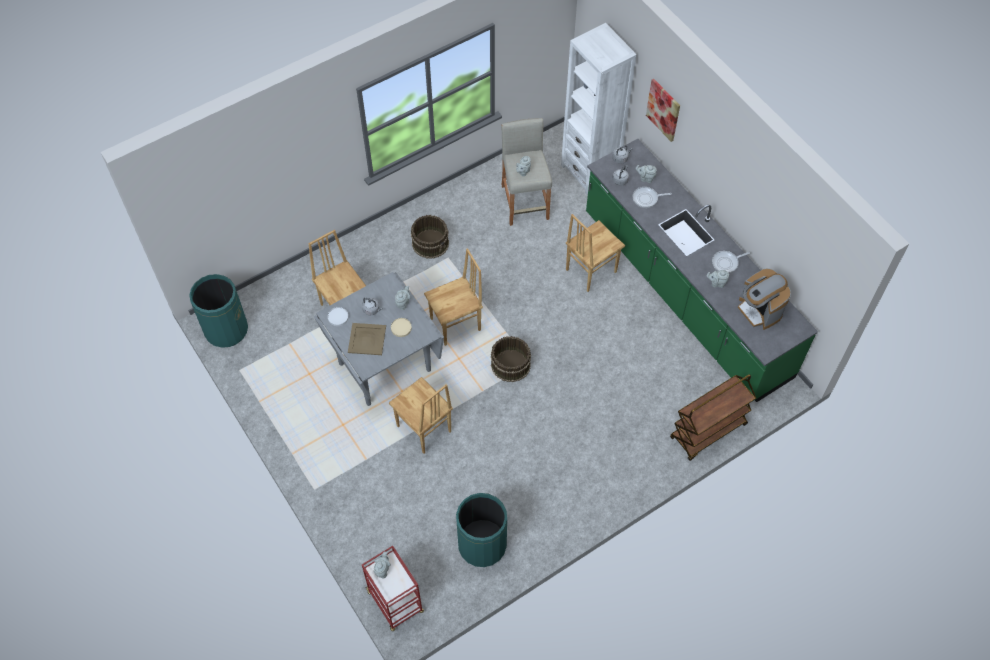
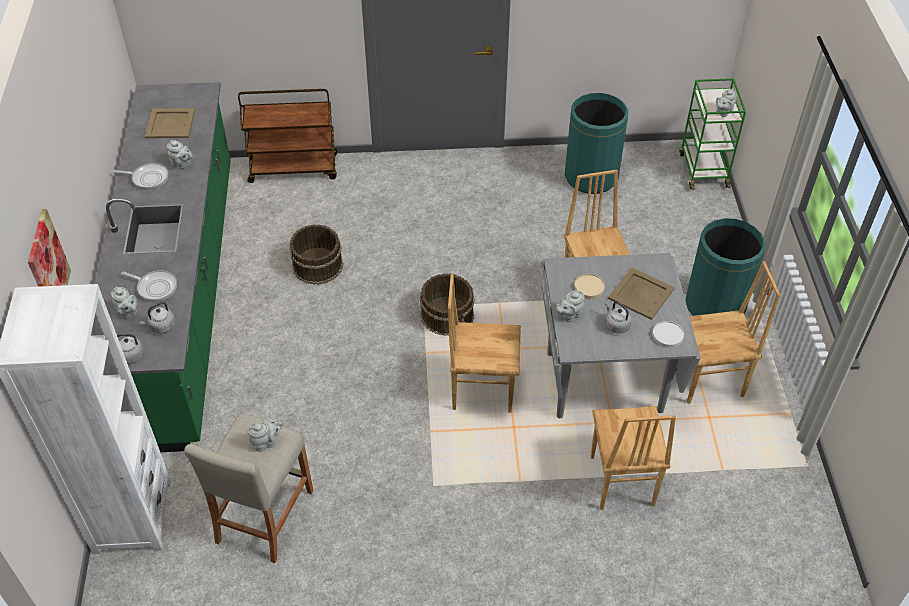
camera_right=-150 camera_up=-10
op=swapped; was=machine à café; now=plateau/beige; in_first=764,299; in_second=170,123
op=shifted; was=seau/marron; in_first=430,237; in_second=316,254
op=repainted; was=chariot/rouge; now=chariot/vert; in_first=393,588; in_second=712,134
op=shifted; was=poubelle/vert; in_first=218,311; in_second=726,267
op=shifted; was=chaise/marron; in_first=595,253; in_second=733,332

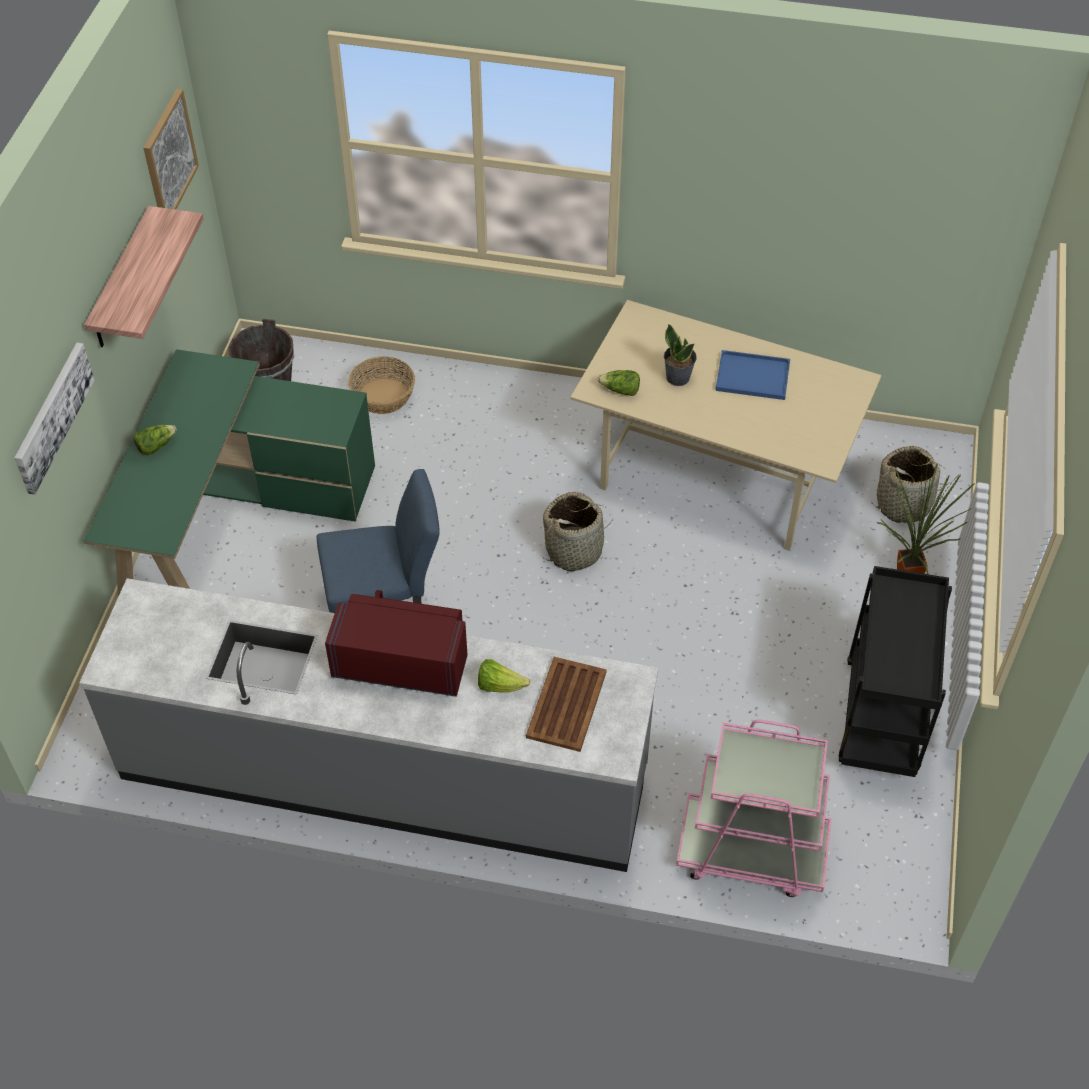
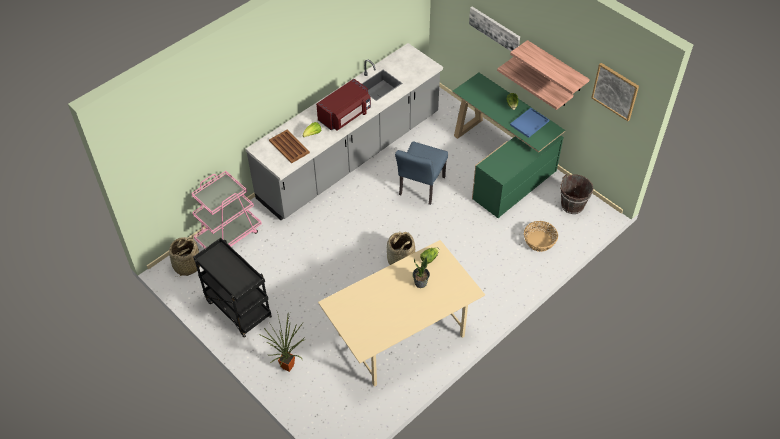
camera_right=125 camera_up=0
op=shifted; was=panier; in_first=910,484; in_second=184,257
op=new; now=étagère; in_second=535,83
op=shifted; was=plateau/bleu; in_first=752,375; in_second=529,123

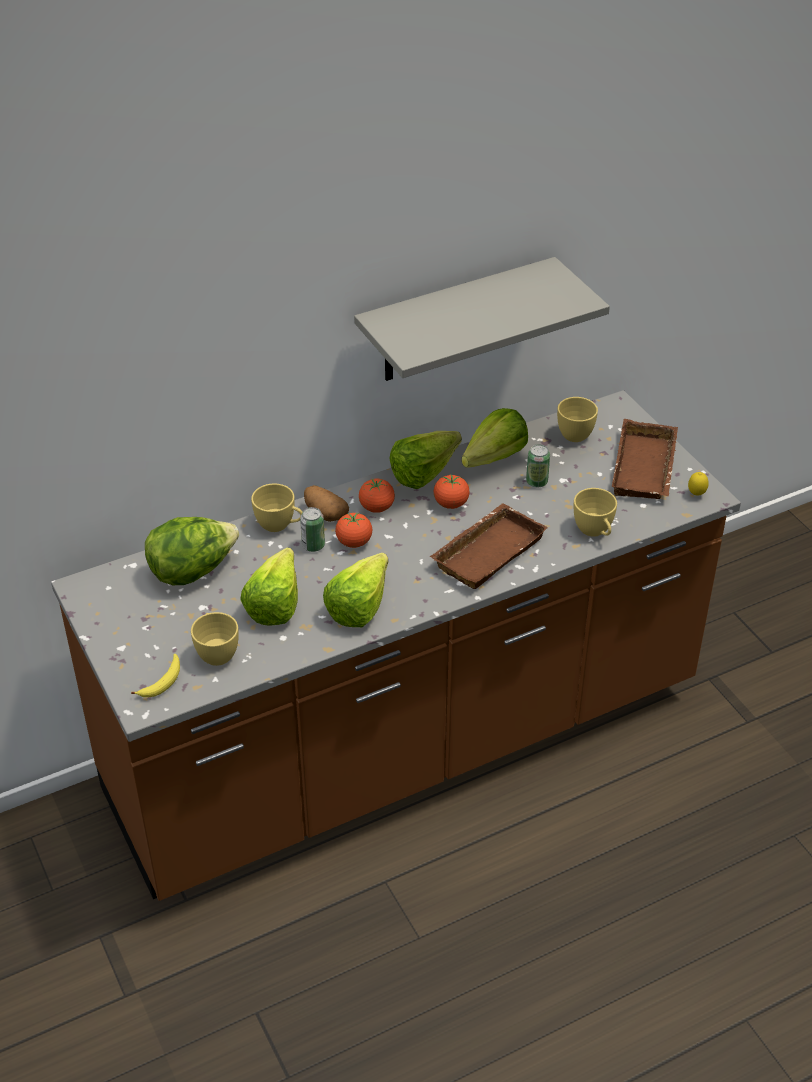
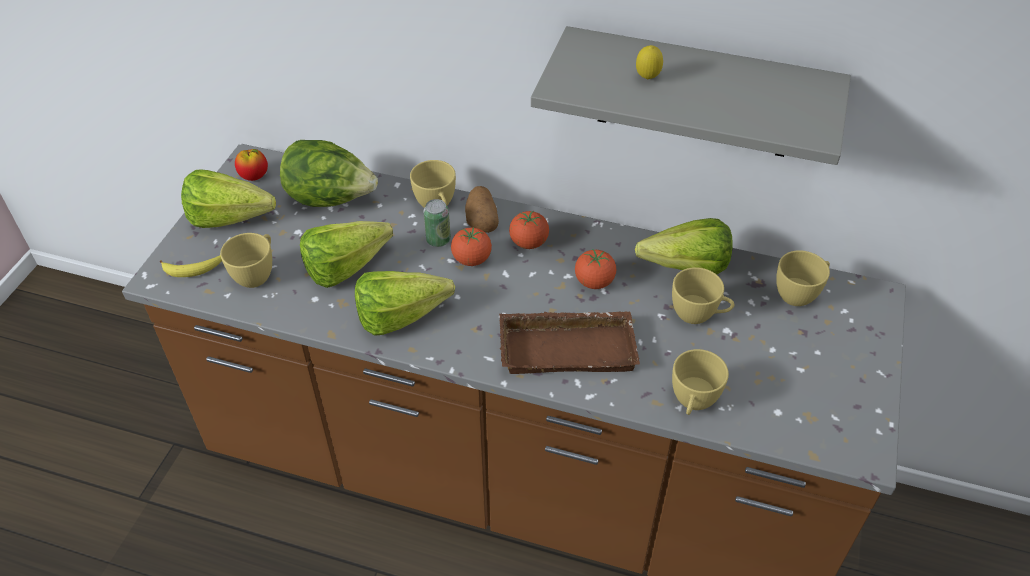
camera_right=45 camera_up=5
op=shifted; was=laitue; in_first=426,460; in_second=228,198
op=new; now=pomme; in_second=251,165
op=shifted; was=citron; in_first=698,484; in_second=649,62
op=swapped; was=boîte métallique; now=tasse/jaune; in_first=538,465; in_second=703,295
op=gone; was=plateau/marron; in_first=645,459

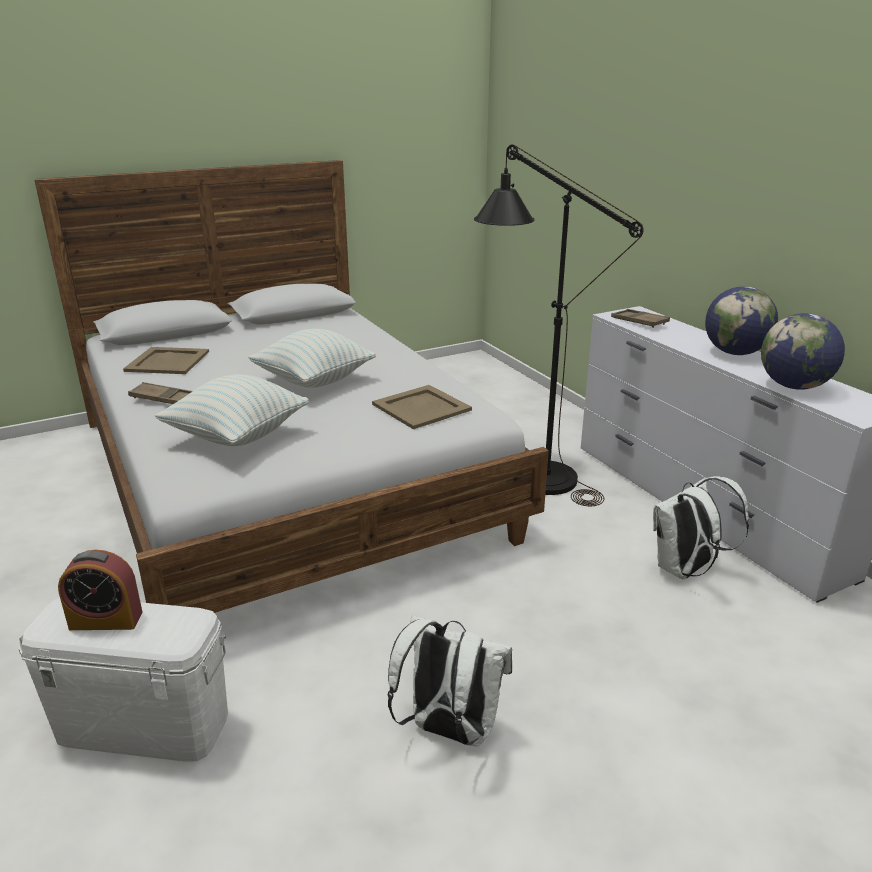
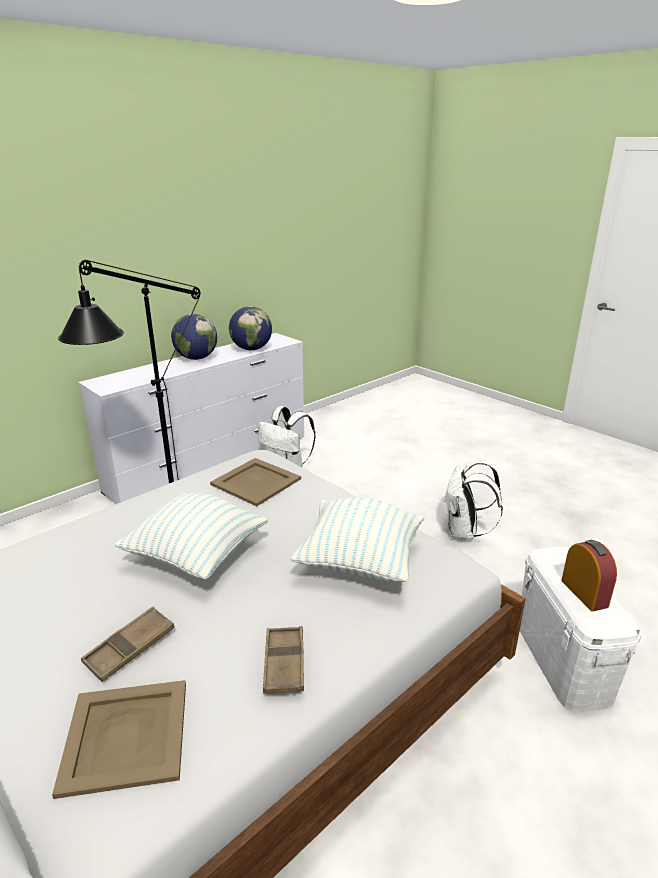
camera_right=-105 camera_up=0
op=shifted; was=plateau/marron; in_first=640,318; in_second=128,644

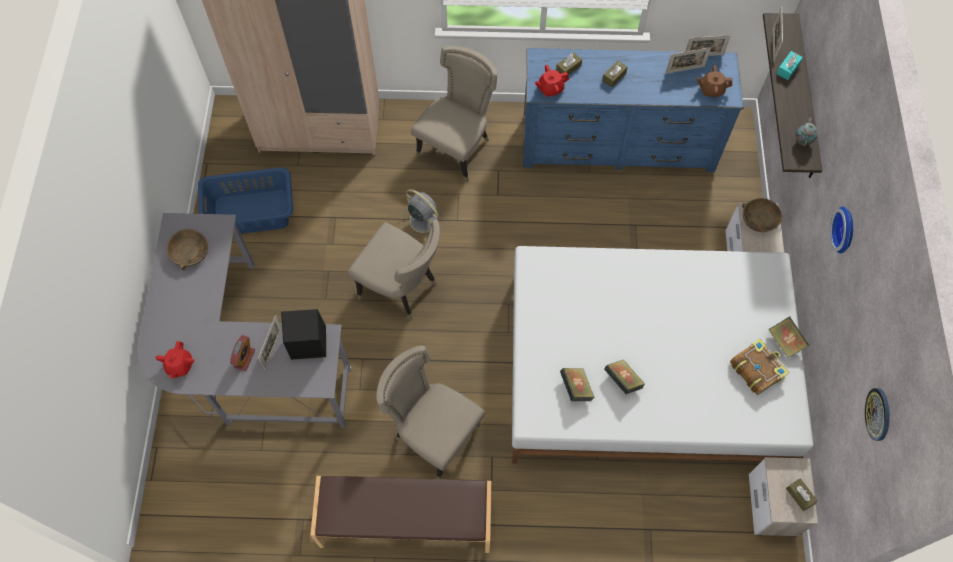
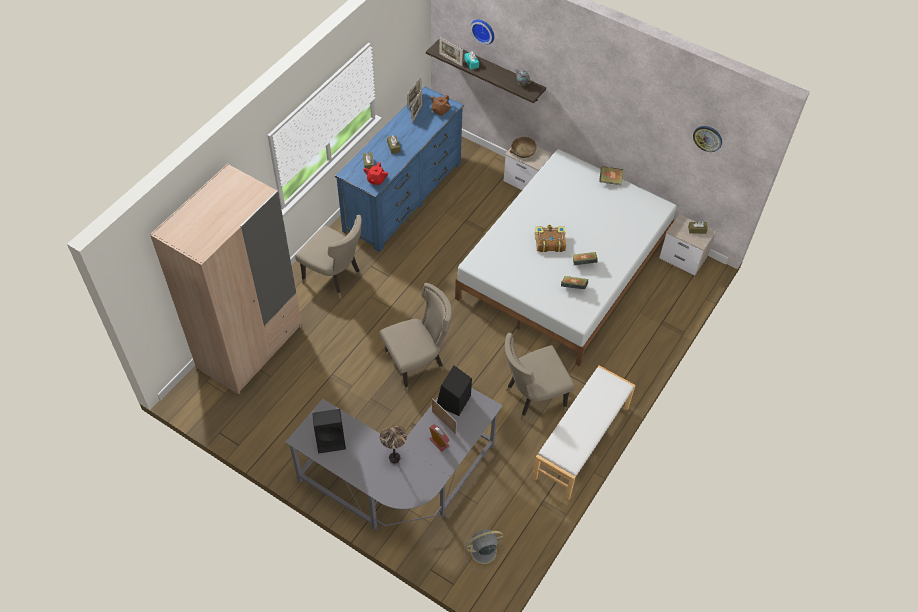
camera_right=-60 camera_up=-10
op=rotated; was=chaise/beige; in_first=454,114; in_second=328,257; clockwise=150
op=swapped; was=bol/marron; now=enceinte/noir; in_first=187,249; in_second=329,431
op=new; now=lampe de table; in_second=393,444
op=shifted; was=ventilateur/gris; in_first=423,212; in_second=484,550
op=shifted; was=horloge murale; in_first=841,230; in_second=482,32
op=repainted; was=banc/marron; now=banc/blanc; in_first=401,514; in_second=584,433
op=shifted; was=livre; in_first=759,366; in_second=550,238
op=gone; was=théière/rouge; in_first=174,359
op=gone; was=panier à linge/bleu; in_first=245,200

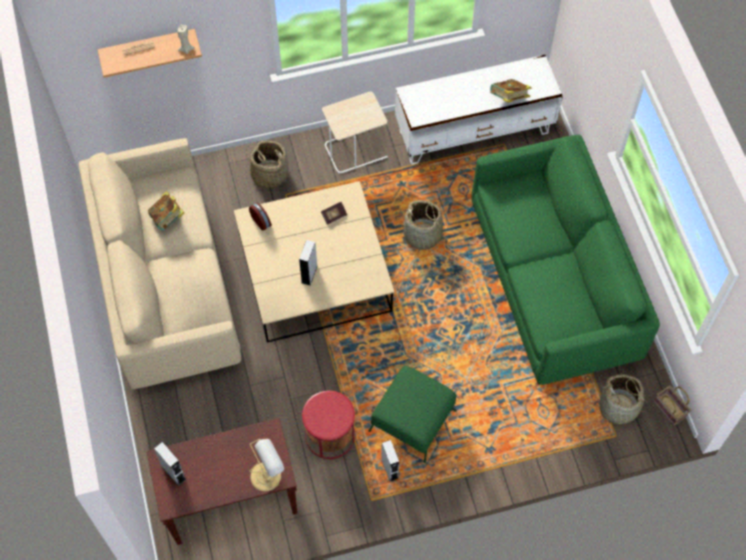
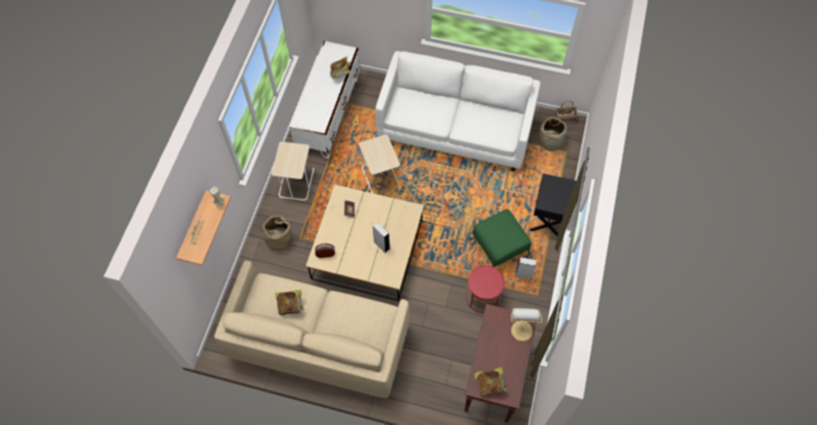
camera_right=-60 camera_up=0
op=swapped; was=panier; now=table d'appoint/beige; in_first=423,225; in_second=380,164
op=repainted; was=canapé/vert; now=canapé/blanc; in_first=565,260; in_second=458,111
op=swapped; was=enceinte/gris; now=livre; in_first=170,464; in_second=491,382
op=new; now=table de chevet/noir; in_second=552,205

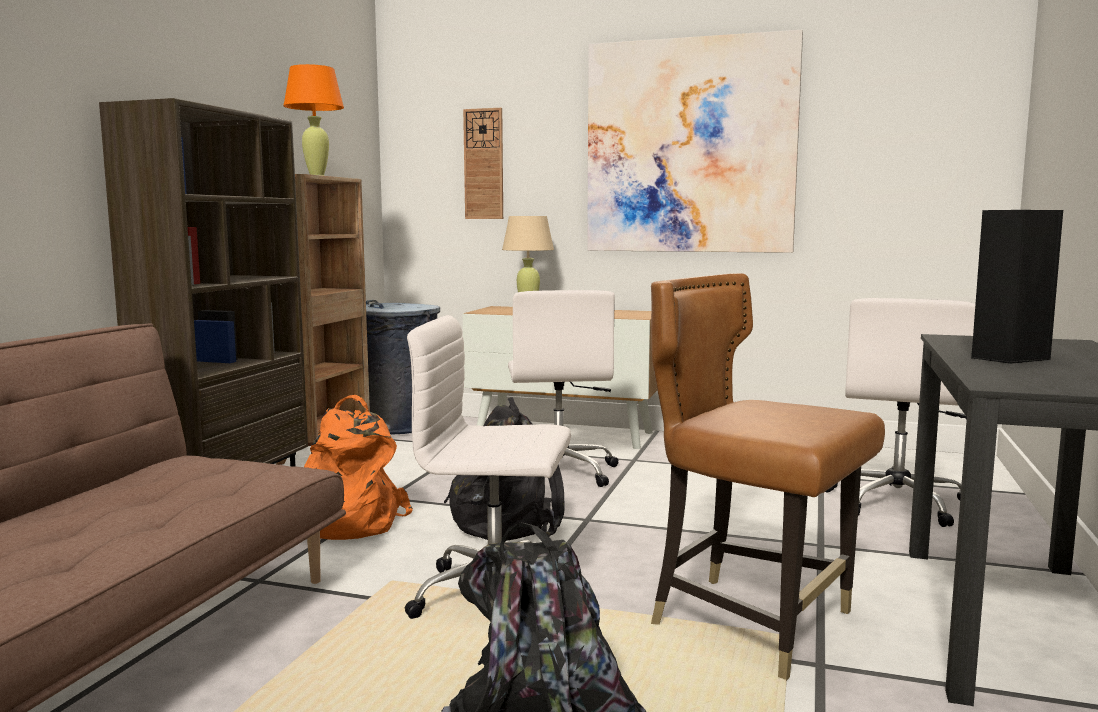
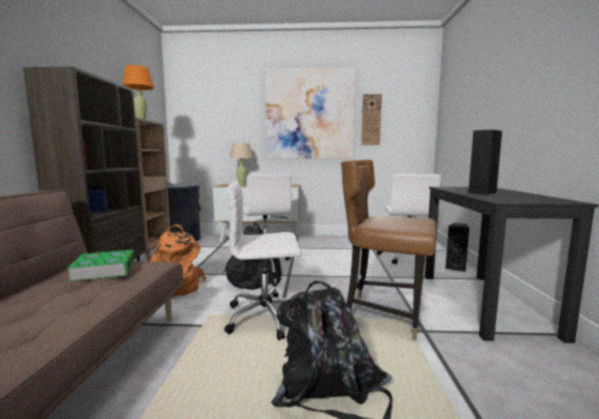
camera_right=-15 camera_up=0
op=new; now=livre; in_second=100,266
op=shifted; was=horloge murale; in_first=483,163; in_second=371,119
op=new; now=enceinte/noir; in_second=457,247

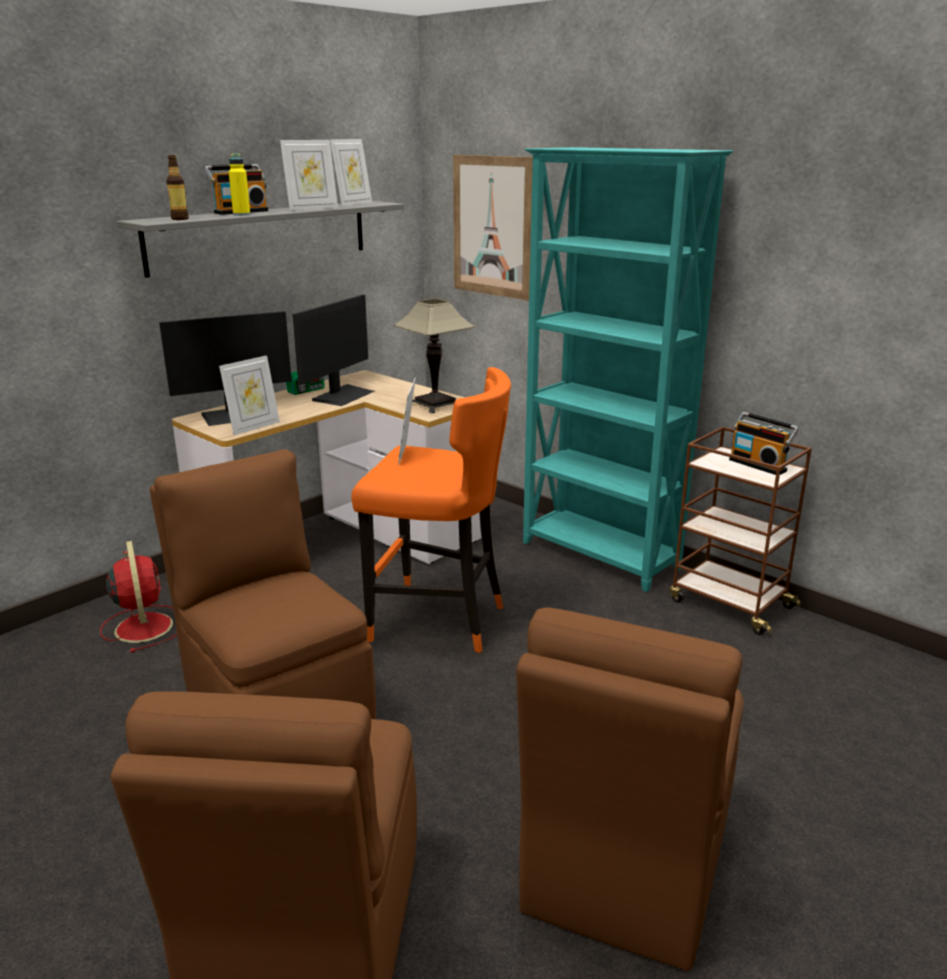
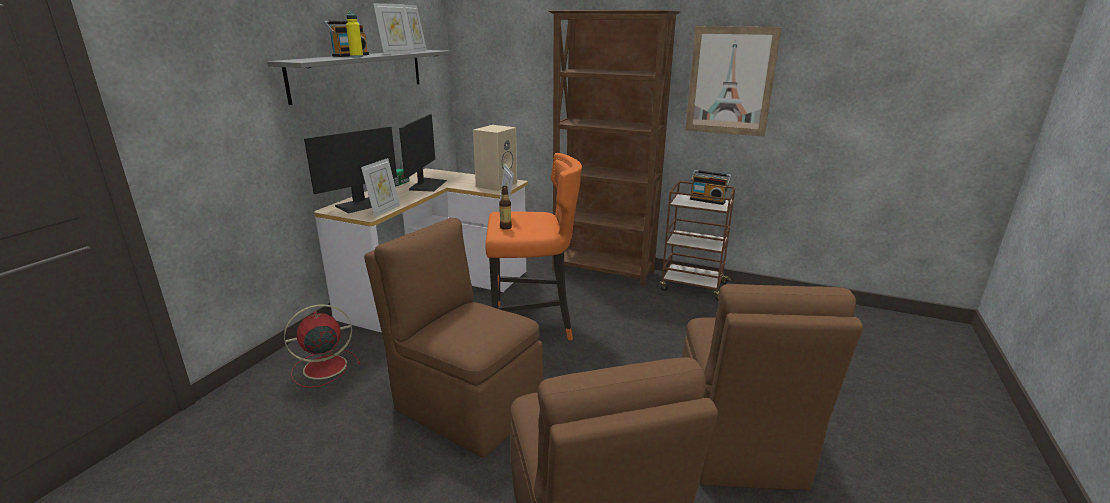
camera_right=-20 camera_up=0
op=rotated; was=ventilateur/rouge; in_first=138,597; in_second=322,346; clockwise=-75
op=swapped; was=lampe de table; now=enceinte/beige; in_first=434,356; in_second=495,158
op=shifted; was=bouteille; in_first=177,187; in_second=505,208
op=repainted; was=bibliothèque/turquoise; now=bibliothèque/marron; in_first=628,369; in_second=615,149
op=shifted; was=tableau; in_first=493,228; in_second=733,81

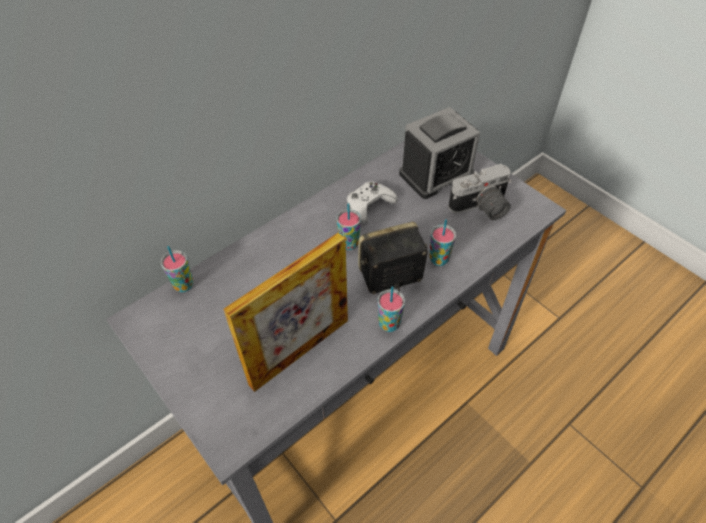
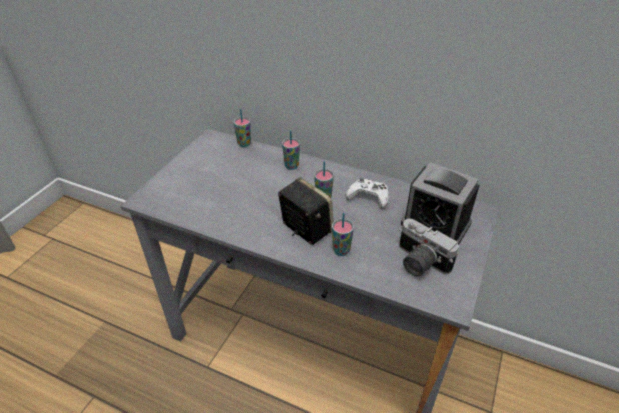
camera_right=65 camera_up=-10
op=shifted; was=tasse; in_first=391,309; in_second=291,150
op=gone; was=cadre photo; in_first=285,312

